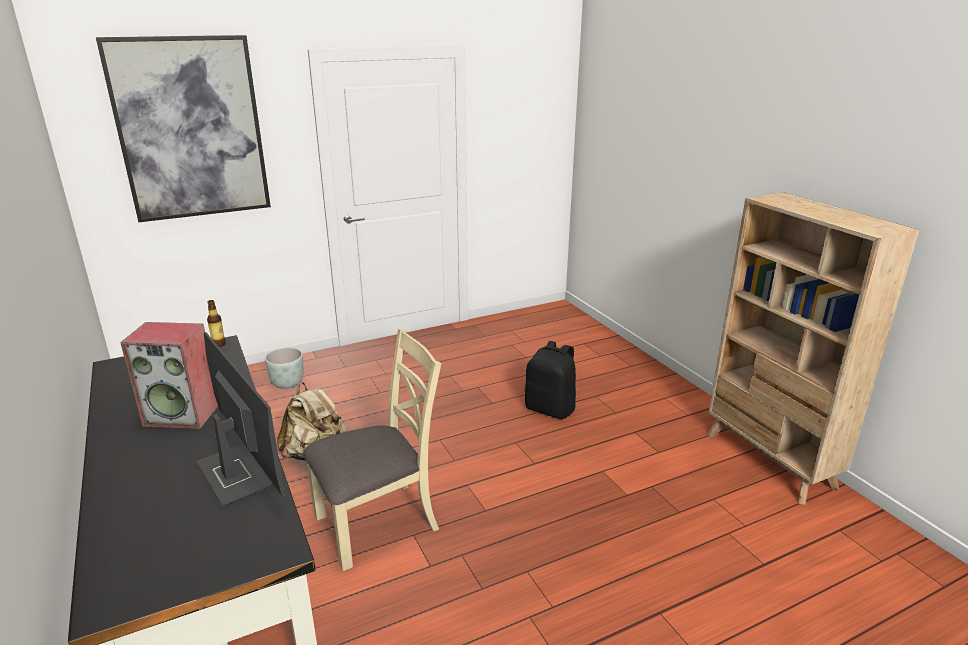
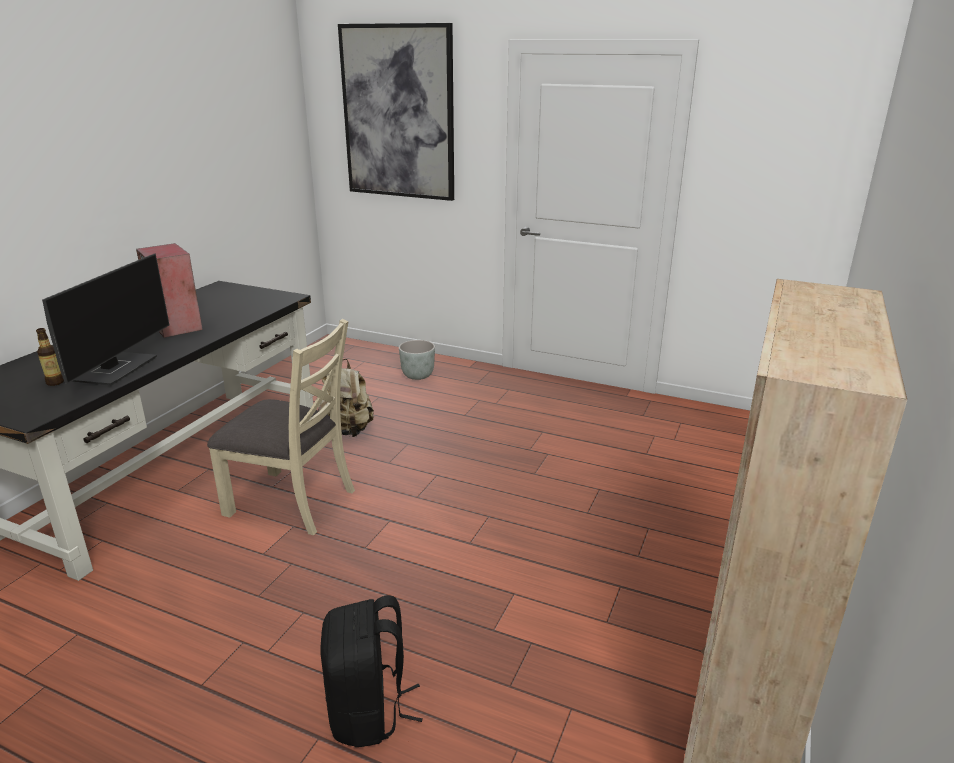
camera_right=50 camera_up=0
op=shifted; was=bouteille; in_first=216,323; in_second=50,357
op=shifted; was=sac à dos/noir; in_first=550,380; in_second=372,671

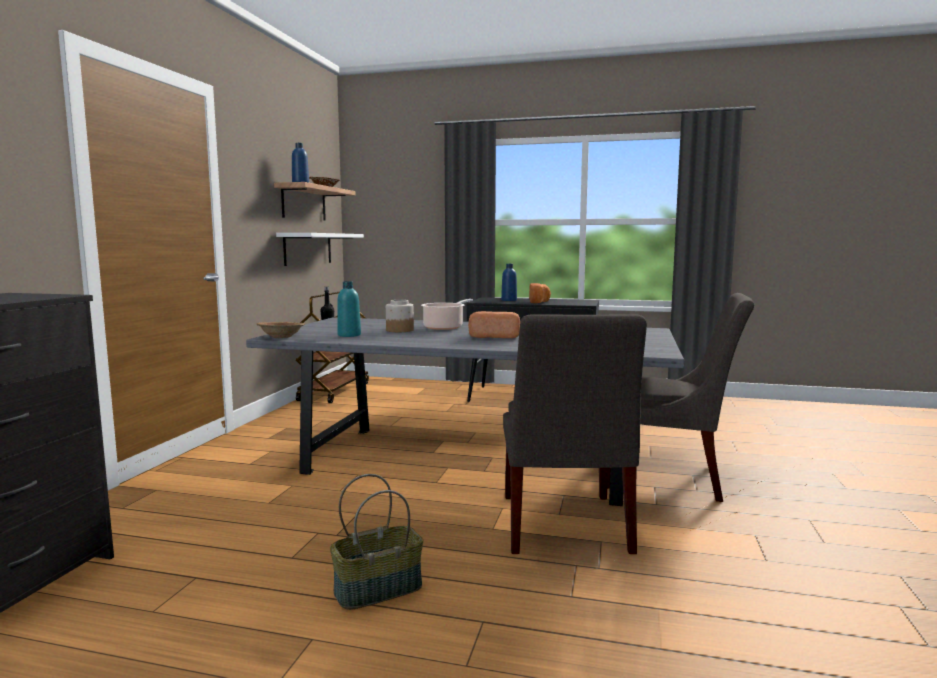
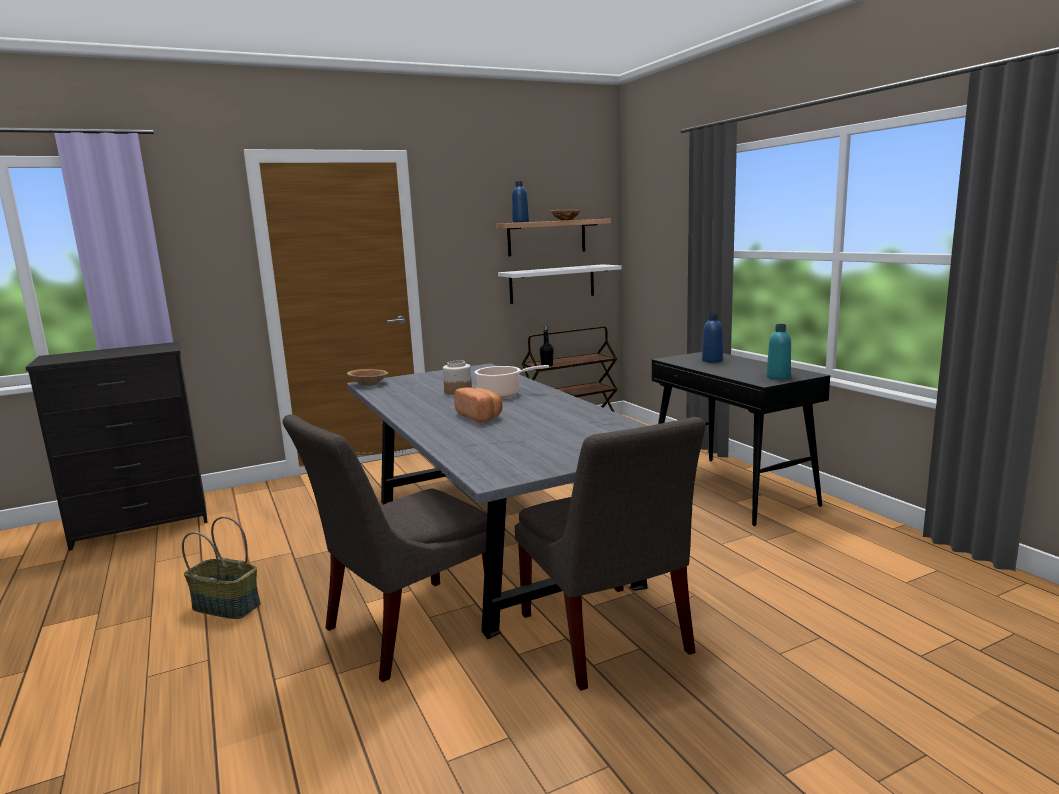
camera_right=50 camera_up=5
op=shifted; was=bouteille/turquoise; in_first=349,309; in_second=779,351
op=gone; was=pain; in_first=540,293

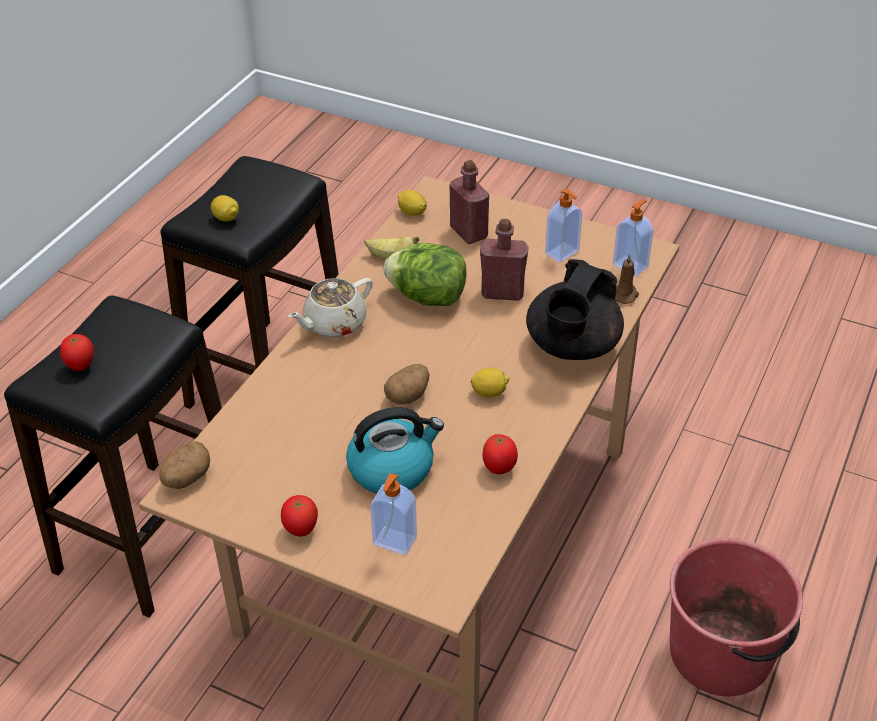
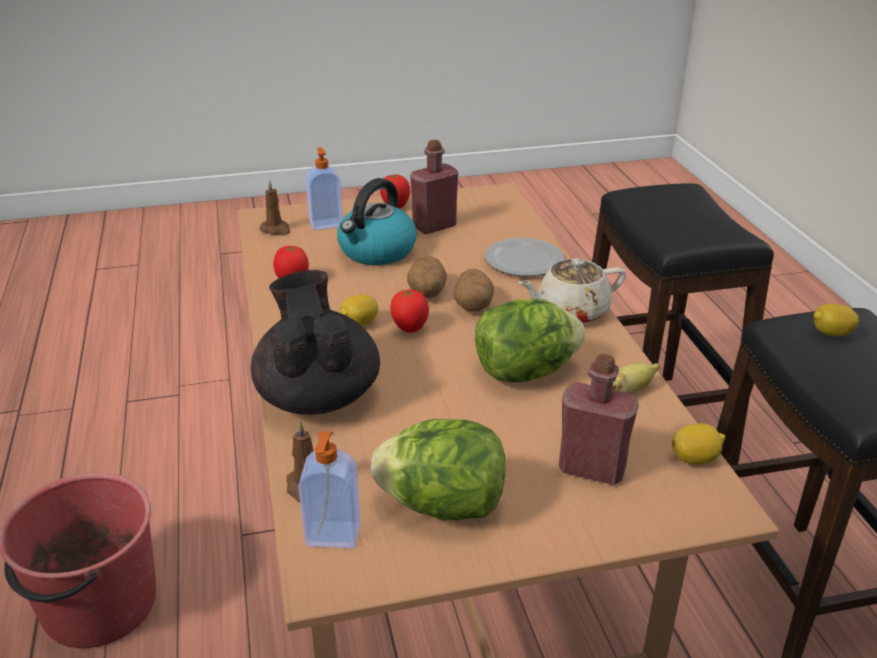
camera_right=140 camera_up=-10
op=new; now=bougie/marron; in_second=275,207
op=swapped; was=distributeur de savon; now=laitue; in_first=563,226; in_second=438,469
op=shifted; was=tomate; in_first=77,352; in_second=409,311
op=shifted; was=bouteille/rouge; in_first=504,260; in_second=434,187
op=shifted; was=pomme de terre; in_first=185,465; in_second=474,290
op=new; now=assiette; in_second=524,257
op=rotated; was=théière/beige; in_first=330,307; in_second=572,291; clockwise=-120

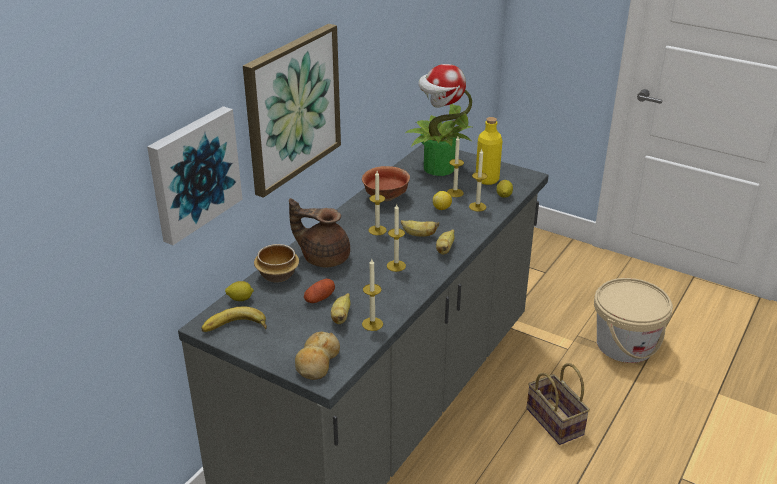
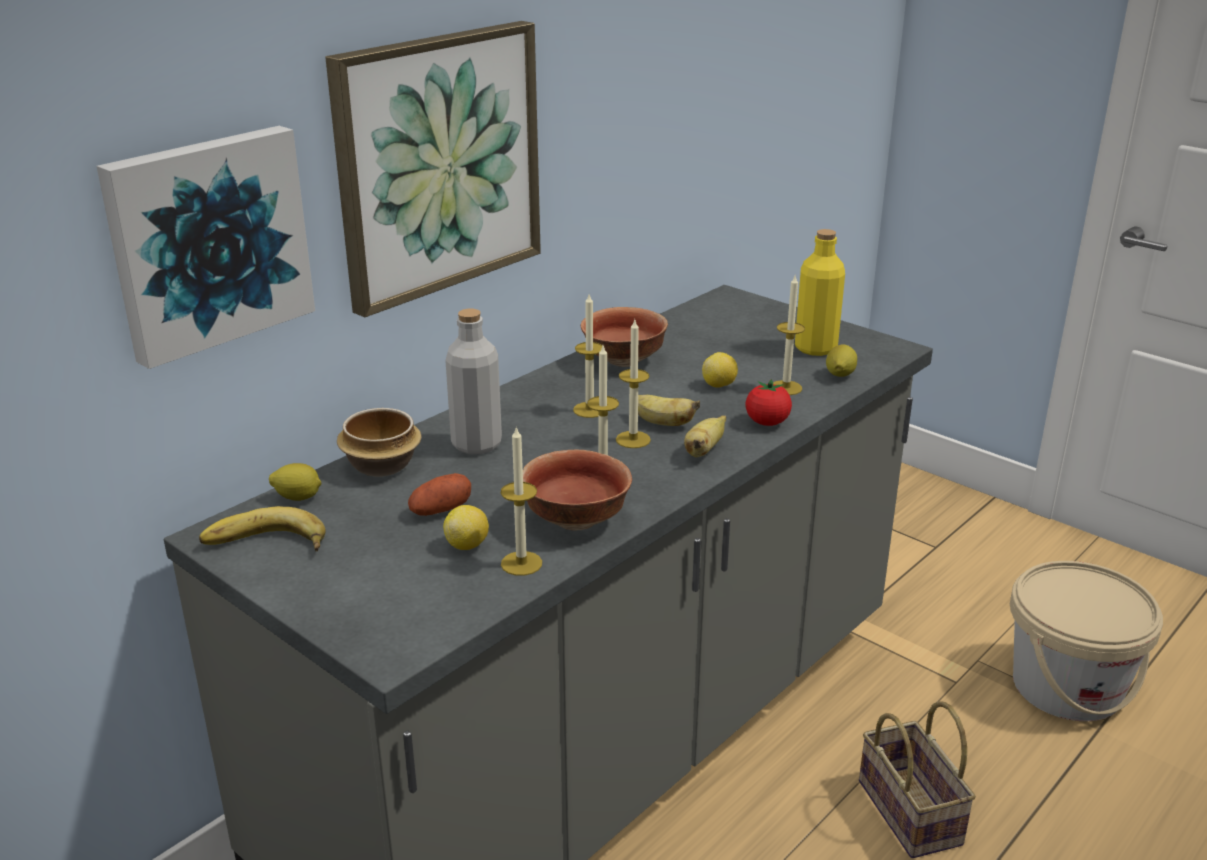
camera_right=10 camera_up=-5
op=swapped; was=banane; now=citron; in_first=340,308; in_second=466,527
op=swapped; was=théière/marron; now=bouteille/gris; in_first=319,233; in_second=473,381
op=new; now=bol; in_second=577,489
op=shifted; was=bougie; in_first=455,167; in_second=633,384
op=new; now=tomate; in_second=768,402
op=gone; was=pain; in_first=317,356
op=gone; was=plante en pot; in_first=438,120

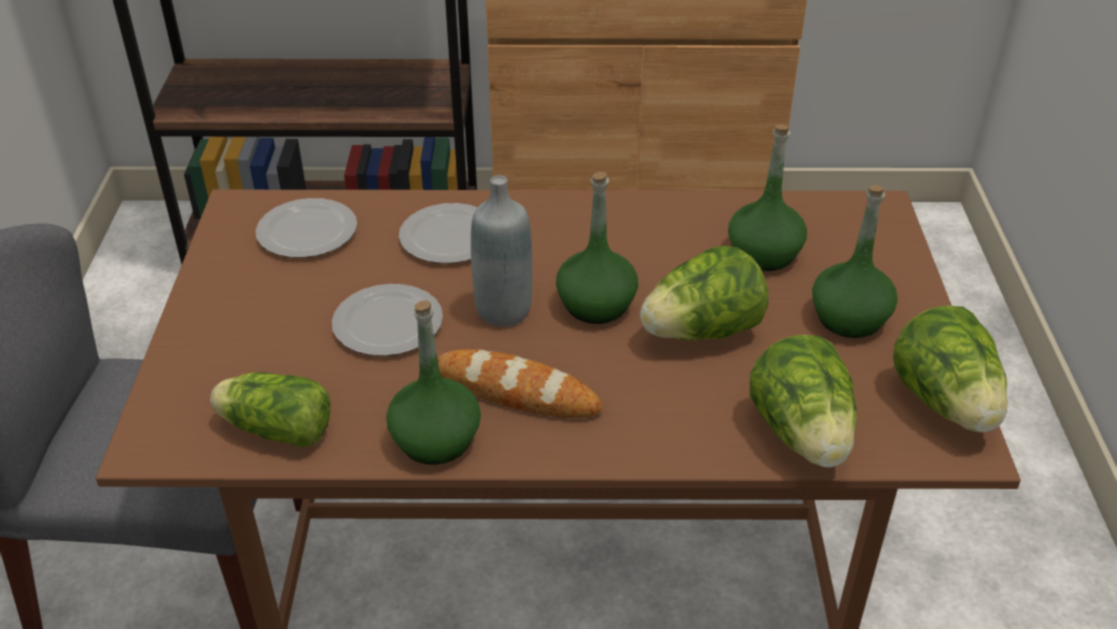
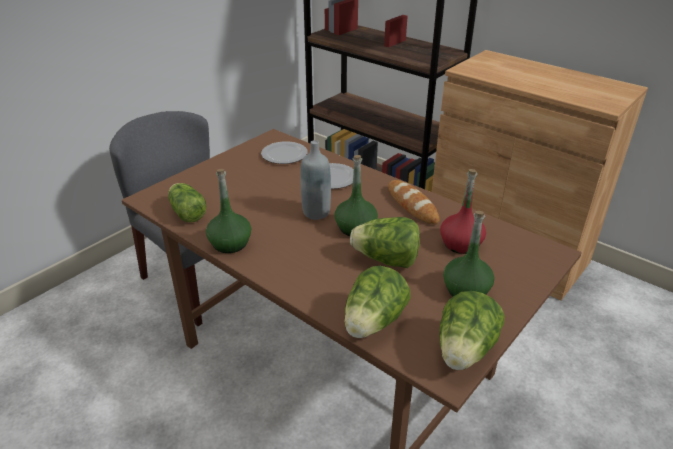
camera_right=40 camera_up=-5
op=shifted; was=pain; in_first=519,383; in_second=414,202
op=repainted; was=bouteille/vert; now=bouteille/rouge; in_first=767,198; in_second=463,211
op=gone; was=assiette; in_first=387,320

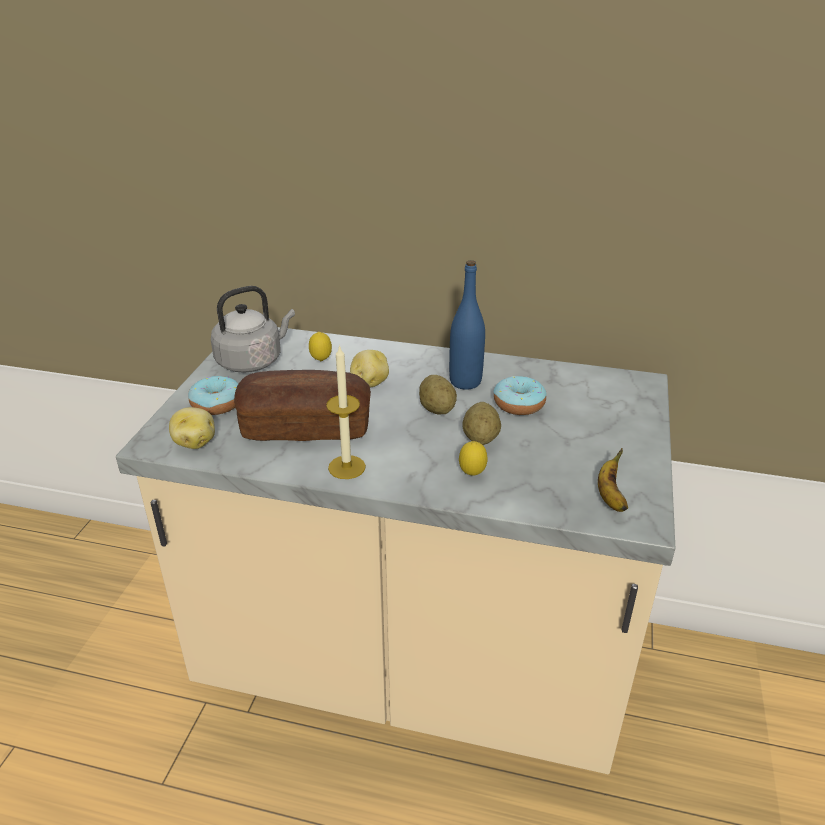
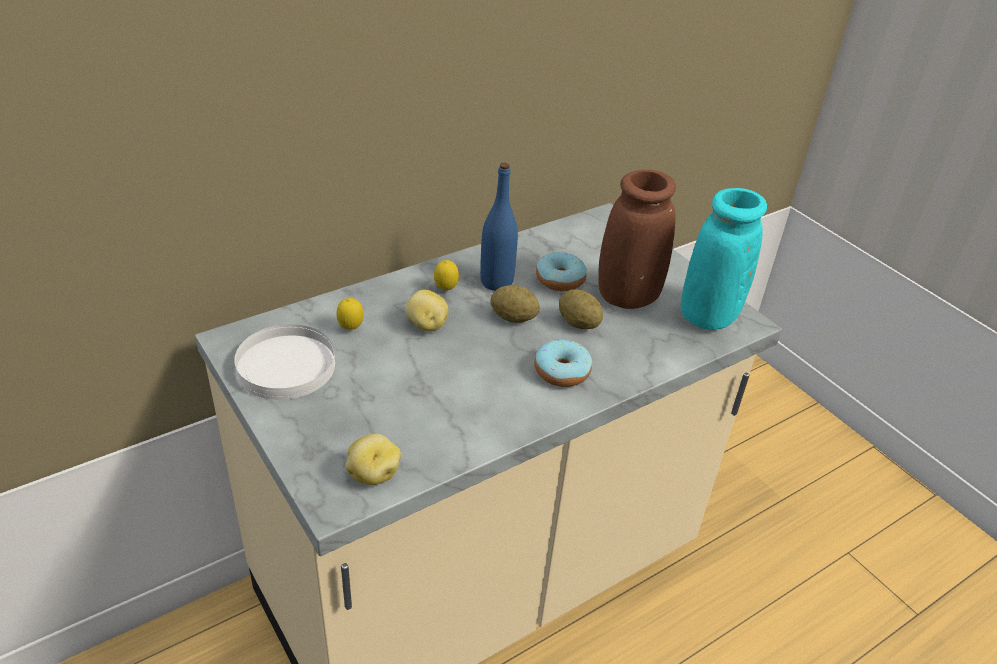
camera_right=-50 camera_up=5
op=swapped; was=bouilloire/gris; now=assiette/blanc; in_first=253,329; in_second=284,362
op=shifted; was=citron; in_first=473,458; in_second=446,275
op=shifted; was=beignet; in_first=213,395; in_second=563,363
op=new; now=vase/marron; in_second=637,239
op=swapped; was=banane; now=vase/turquoise; in_first=613,480; in_second=724,259
op=gone; was=pain; in_first=302,405
op=gone; was=bougie; in_first=346,412

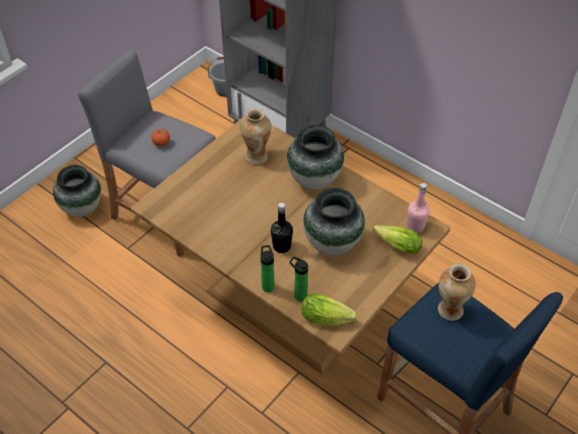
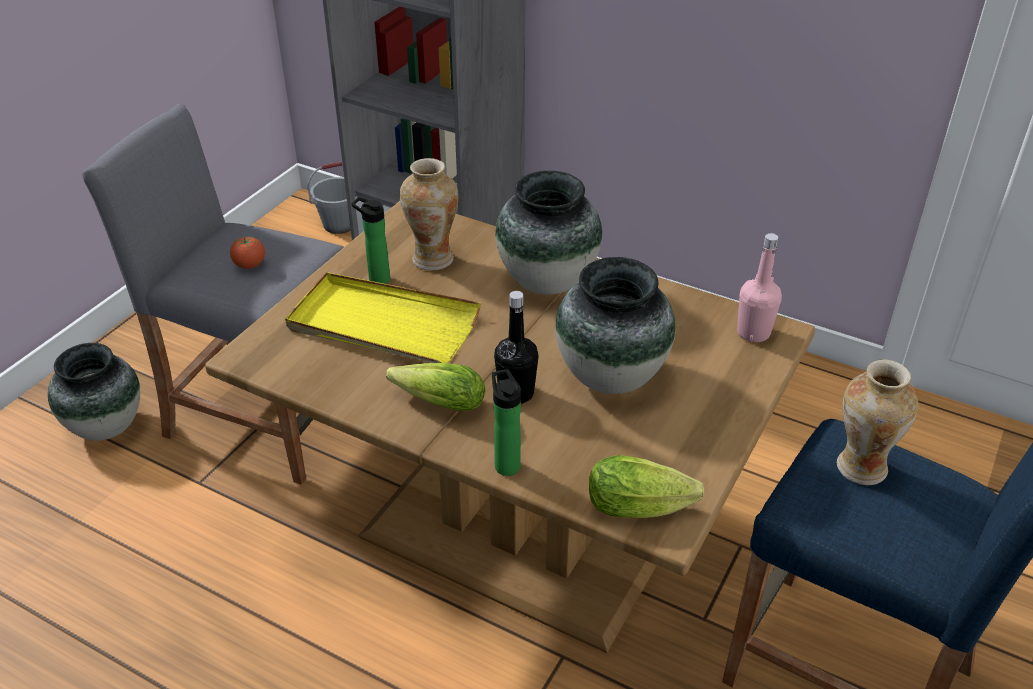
camera_right=-10 camera_up=-10
op=new; now=plateau/jaune; in_second=383,317
op=shifted; was=bouteille; in_first=298,279; in_second=371,240
op=shifted; was=laitue; in_first=397,239; in_second=435,387

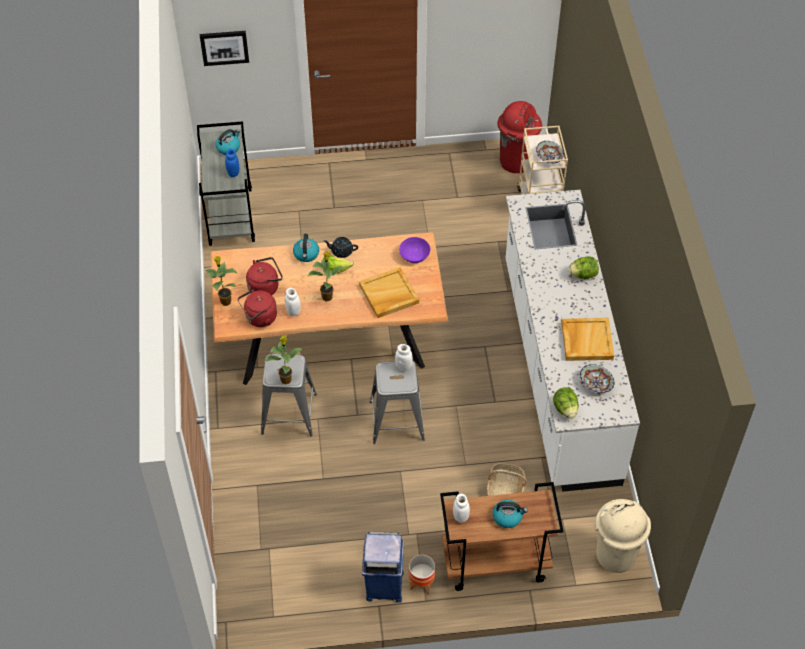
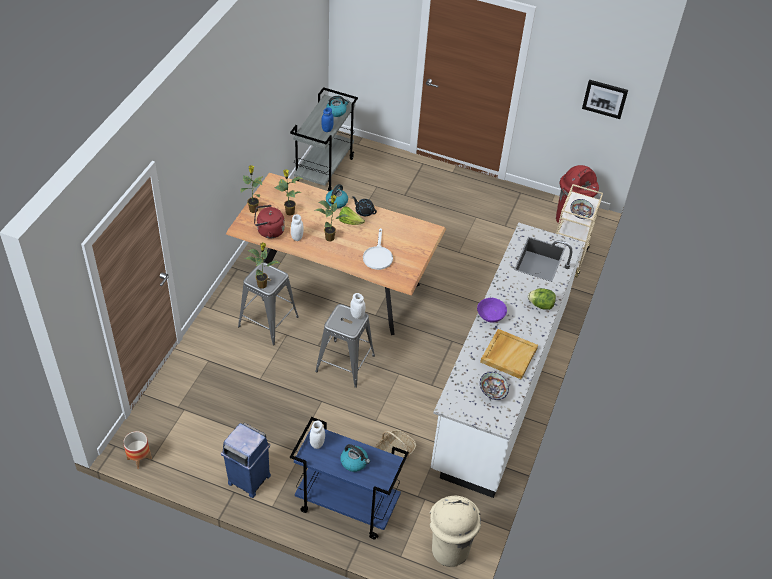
camera_right=25 camera_up=-5
op=shifted; was=cache-pot; in_first=422,574; in_second=137,450
op=swapped; was=bouilloire/rouge; now=plante en pot; in_first=264,276; in_second=289,192
op=repainted; was=chariot/marron; now=chariot/bleu; in_first=501,536; in_second=349,478
op=swapped; was=plateau/beige; now=poêle/blanc; in_first=389,292; in_second=378,249
op=shifted; was=bol/violet; in_first=414,250; in_second=492,310
op=shifted; was=tableau; in_first=224,48; in_second=605,99
op=gone; was=laitue; in_first=566,403

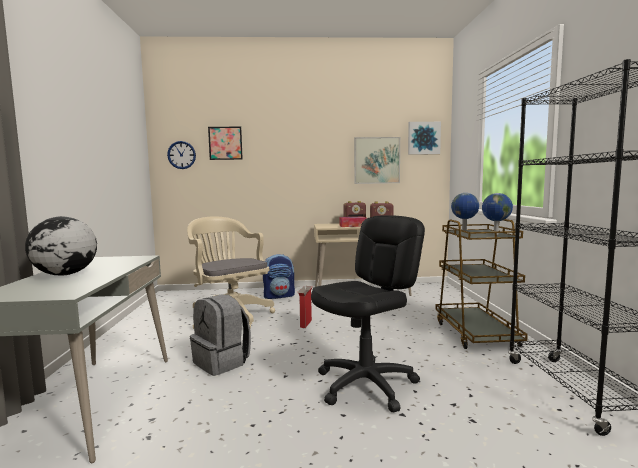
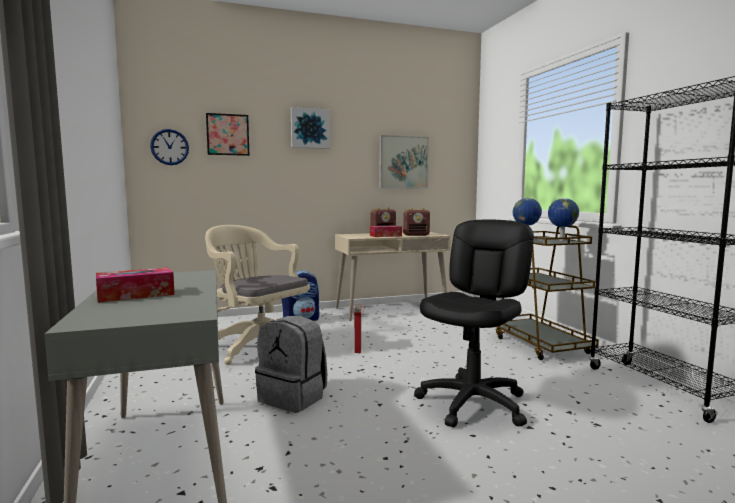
camera_right=-15 camera_up=0
op=swapped; was=globe; now=boîte à mouchoirs; in_first=61,246; in_second=135,285
op=shifted; was=tableau; in_first=424,138; in_second=310,128

